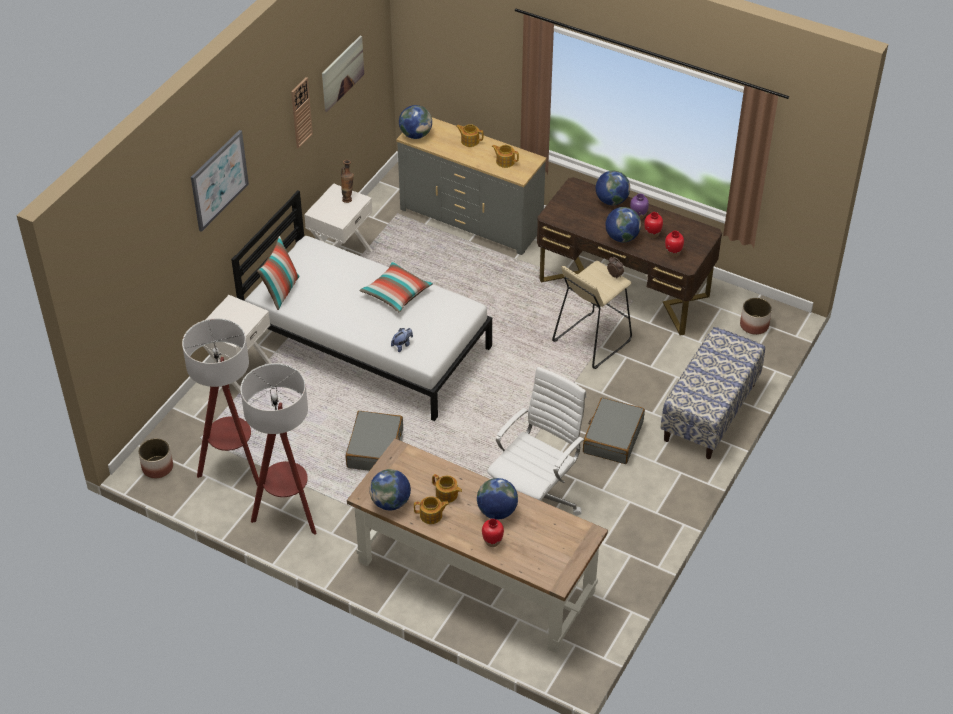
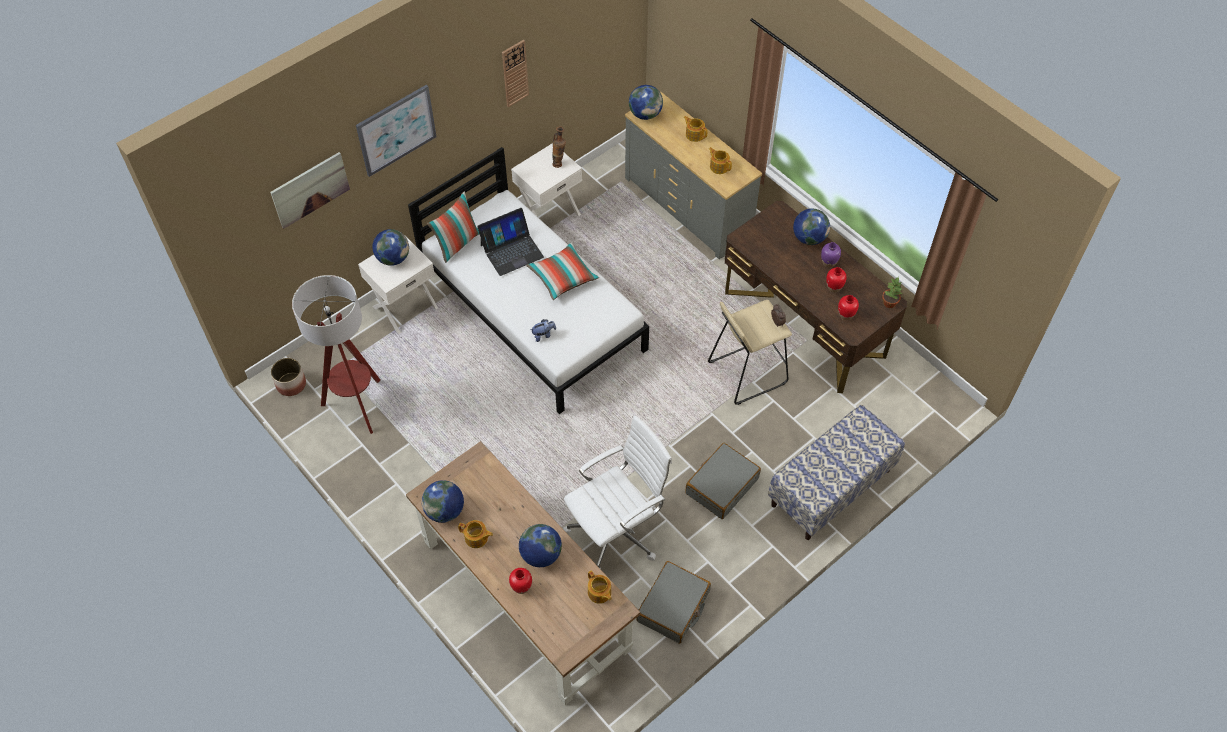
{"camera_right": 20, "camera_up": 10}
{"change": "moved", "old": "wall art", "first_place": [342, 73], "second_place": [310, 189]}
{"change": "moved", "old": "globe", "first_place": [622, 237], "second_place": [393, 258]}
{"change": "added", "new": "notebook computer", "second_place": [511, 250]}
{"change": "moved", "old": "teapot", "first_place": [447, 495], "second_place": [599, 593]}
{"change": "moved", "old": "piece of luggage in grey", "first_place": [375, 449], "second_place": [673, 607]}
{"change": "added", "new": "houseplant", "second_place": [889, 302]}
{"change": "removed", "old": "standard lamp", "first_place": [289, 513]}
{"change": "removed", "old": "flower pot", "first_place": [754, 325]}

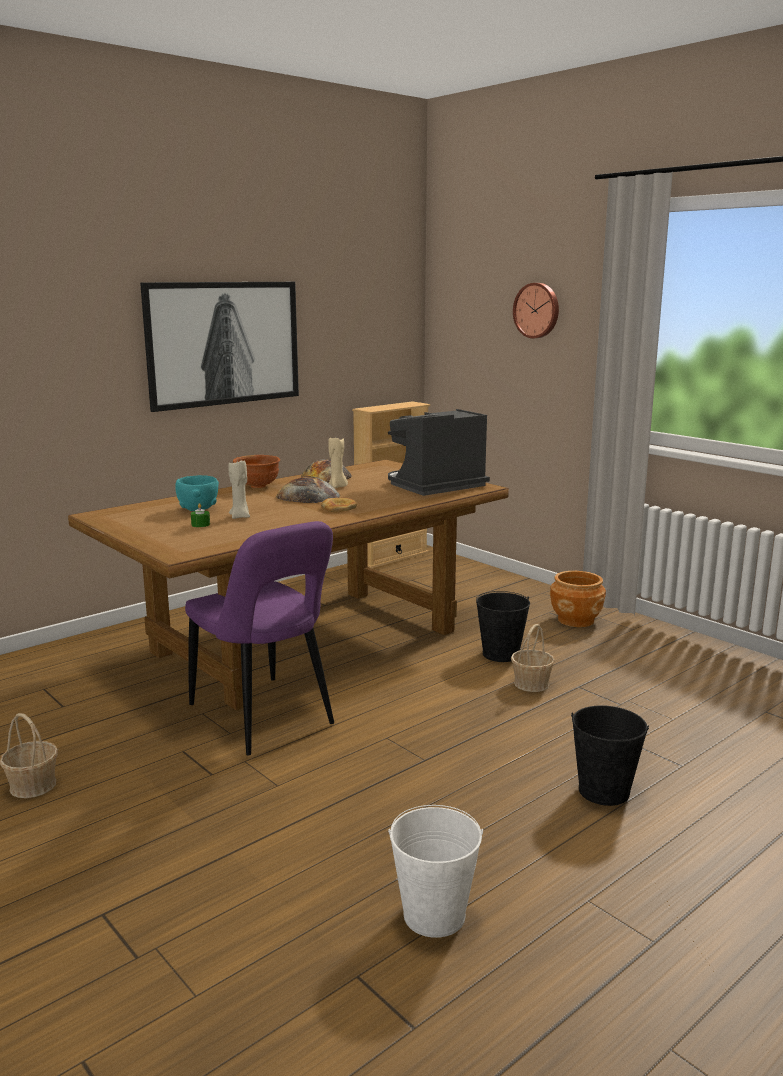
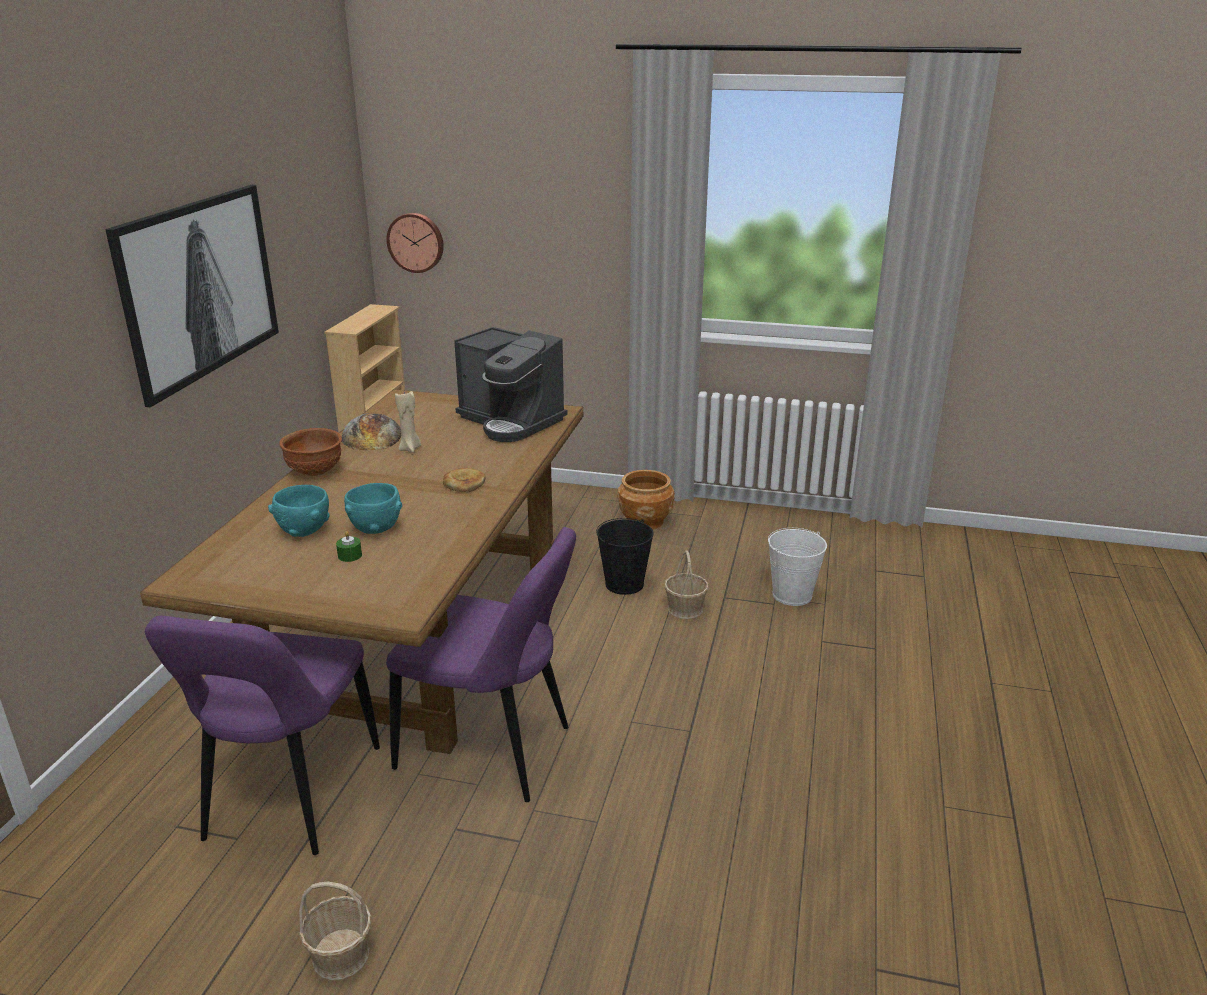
{"camera_right": -35, "camera_up": 10}
{"change": "added", "new": "upright chair in purple-coloured", "second_place": [289, 798]}
{"change": "replaced", "old": "wax candle in beige", "new": "bowl in turquoise", "first_place": [240, 516], "second_place": [376, 528]}
{"change": "moved", "old": "hanging clock", "first_place": [537, 310], "second_place": [416, 242]}
{"change": "turned", "old": "coffee maker", "first_place": [435, 486], "second_place": [511, 421], "degrees": -75}
{"change": "moved", "old": "bucket in white", "first_place": [434, 915], "second_place": [792, 595]}
{"change": "removed", "old": "baked bread", "first_place": [308, 496]}
{"change": "removed", "old": "bucket in black", "first_place": [603, 791]}

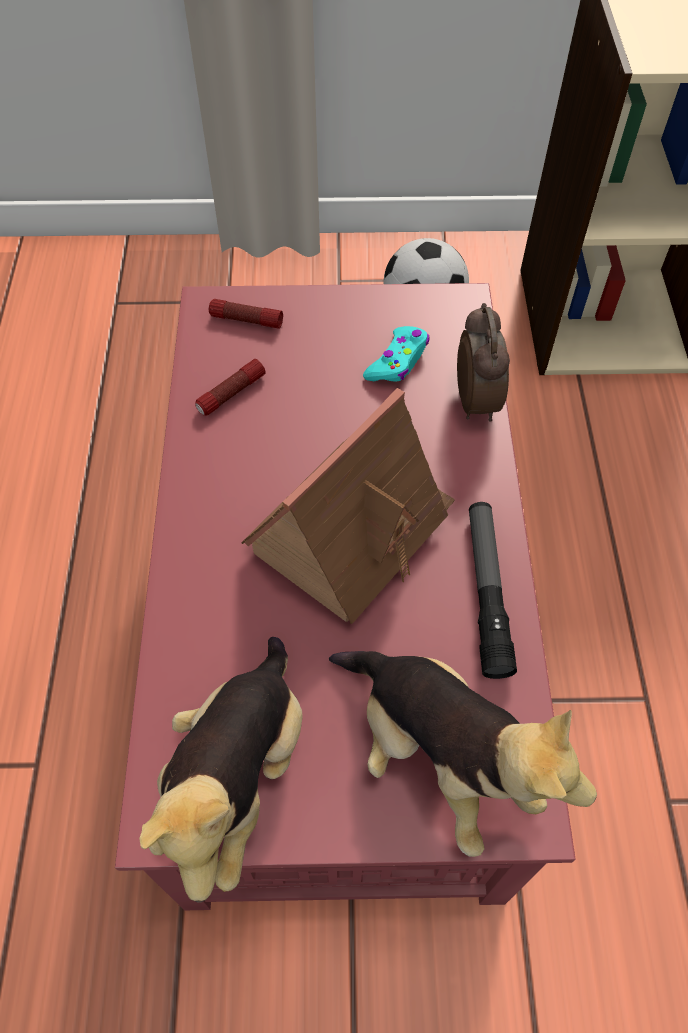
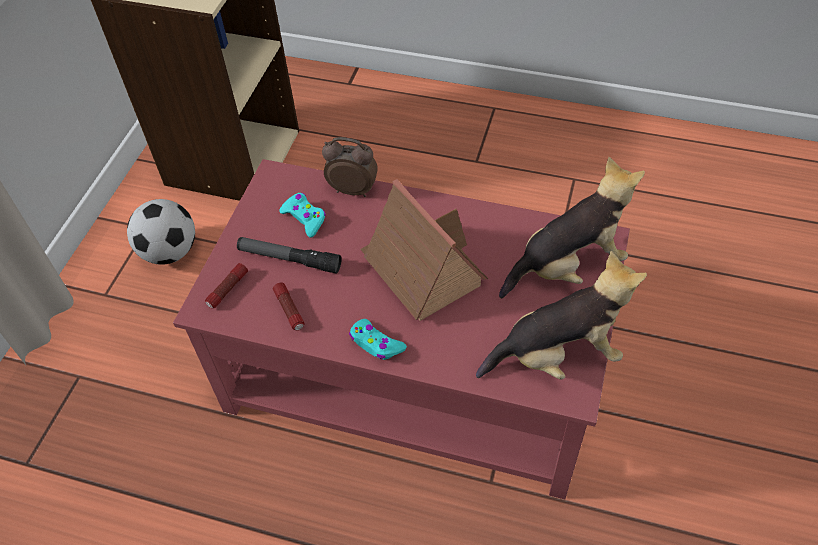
{"camera_right": -70, "camera_up": -5}
{"change": "moved", "old": "flashlight", "first_place": [486, 592], "second_place": [289, 259]}
{"change": "added", "new": "gamepad in turquoise", "second_place": [376, 344]}
{"change": "turned", "old": "soft toy", "first_place": [238, 777], "second_place": [558, 355], "degrees": -45}

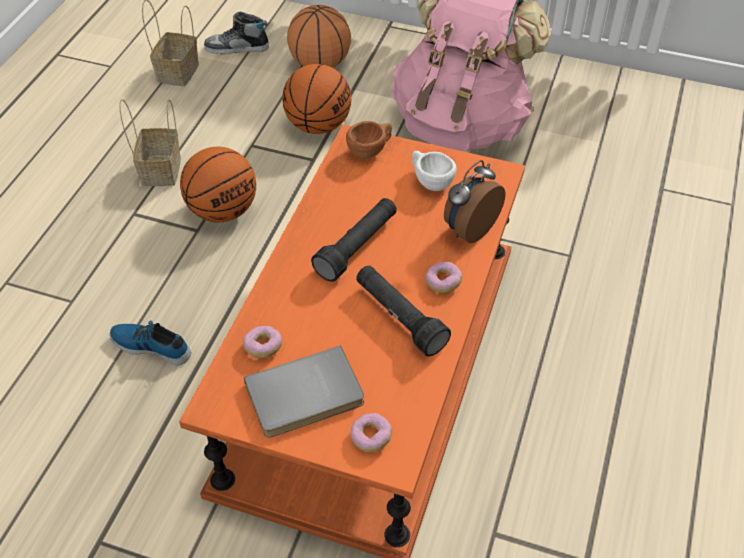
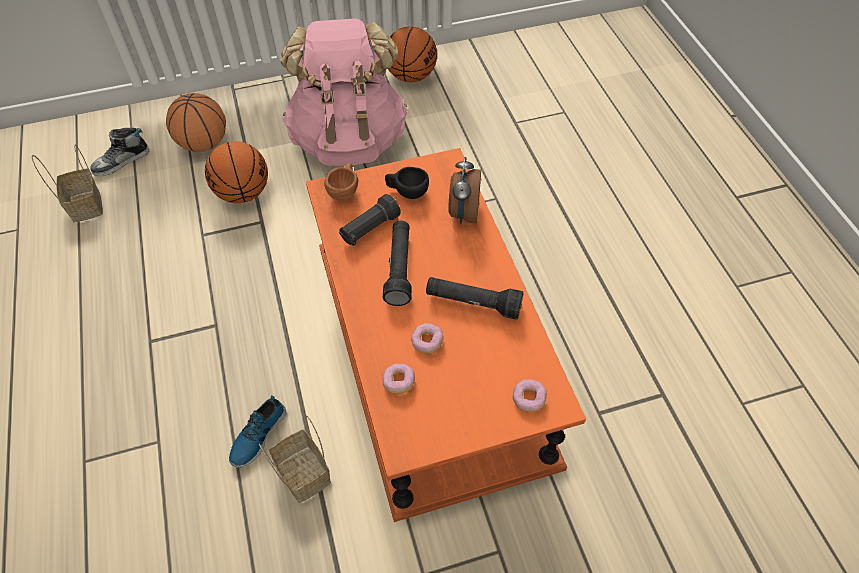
{"camera_right": -35, "camera_up": 5}
{"change": "turned", "old": "shoe", "first_place": [152, 345], "second_place": [257, 435], "degrees": -45}
{"change": "moved", "old": "household basket", "first_place": [160, 169], "second_place": [302, 473]}
{"change": "added", "new": "flashlight in black", "second_place": [369, 229]}
{"change": "recoloured", "old": "drinking cup in white", "new": "drinking cup in black", "first_place": [430, 181], "second_place": [407, 192]}
{"change": "moved", "old": "basketball", "first_place": [222, 211], "second_place": [411, 76]}
{"change": "moved", "old": "donut", "first_place": [443, 282], "second_place": [427, 342]}
{"change": "removed", "old": "bound book in grey", "first_place": [306, 397]}

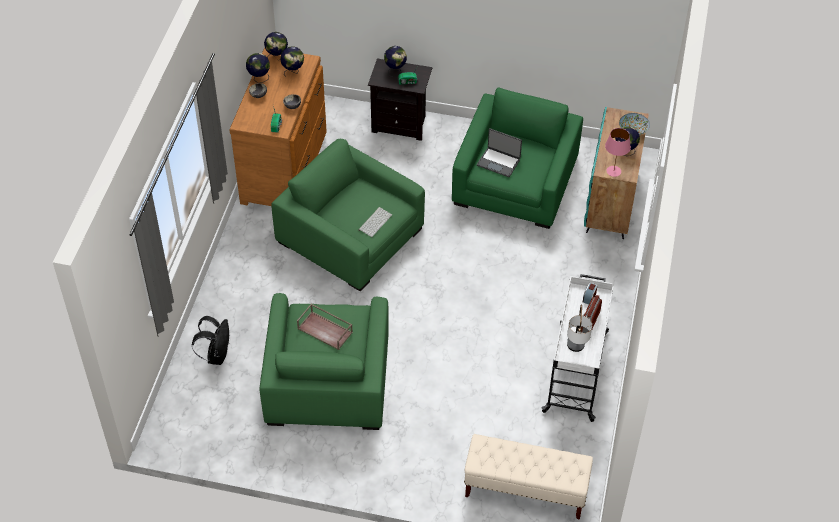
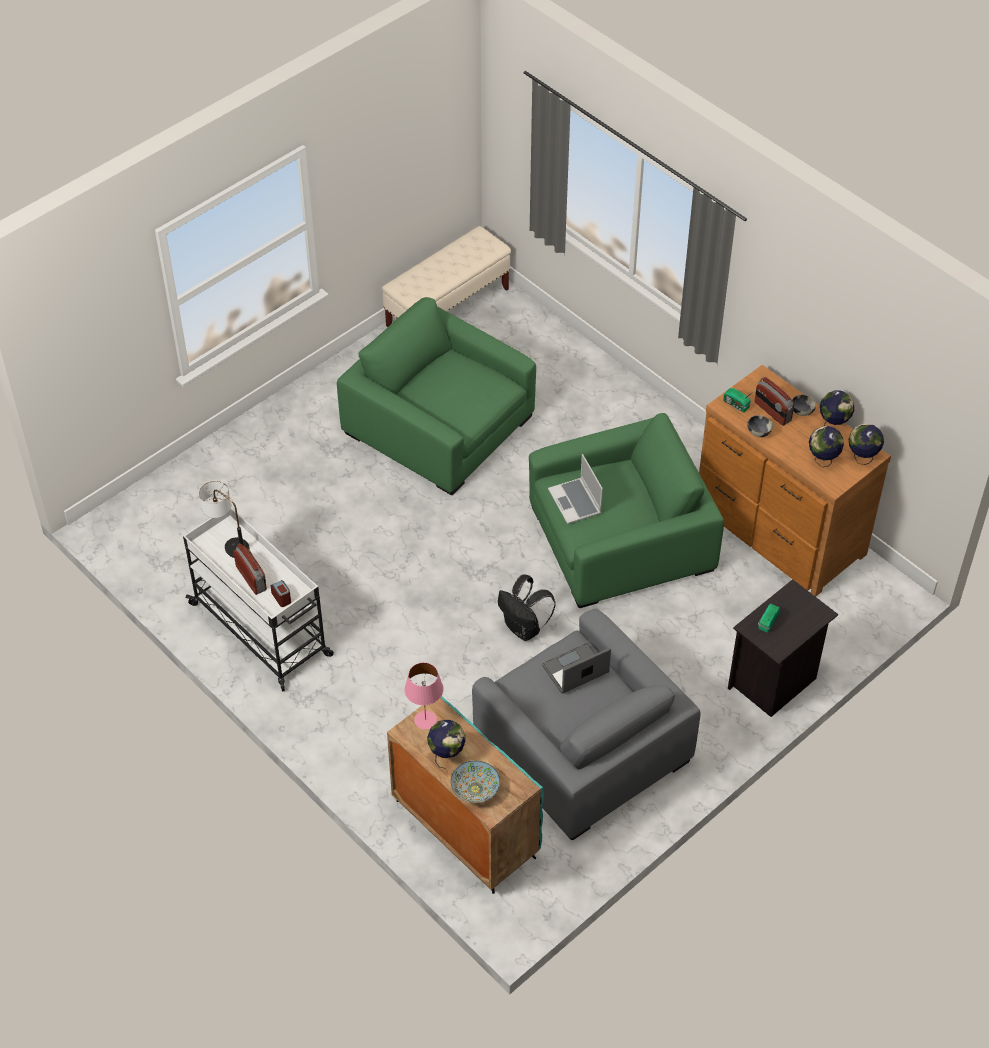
{"camera_right": 125, "camera_up": 0}
{"change": "moved", "old": "indoor bench in beige", "first_place": [525, 490], "second_place": [448, 307]}
{"change": "recoloured", "old": "lounge chair in green-coloured", "new": "lounge chair in grey", "first_place": [515, 181], "second_place": [581, 746]}
{"change": "moved", "old": "backpack in black", "first_place": [216, 355], "second_place": [524, 628]}
{"change": "replaced", "old": "computer keyboard", "new": "notebook computer", "first_place": [375, 221], "second_place": [576, 502]}
{"change": "added", "new": "radio set", "second_place": [772, 412]}
{"change": "removed", "old": "carrying tray in brown-coloured", "first_place": [325, 330]}
{"change": "removed", "old": "globe", "first_place": [395, 70]}

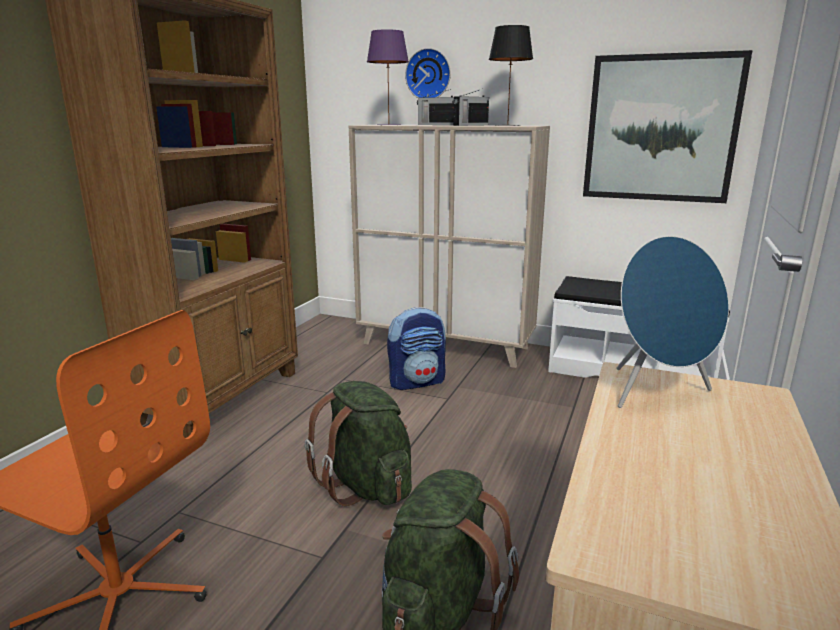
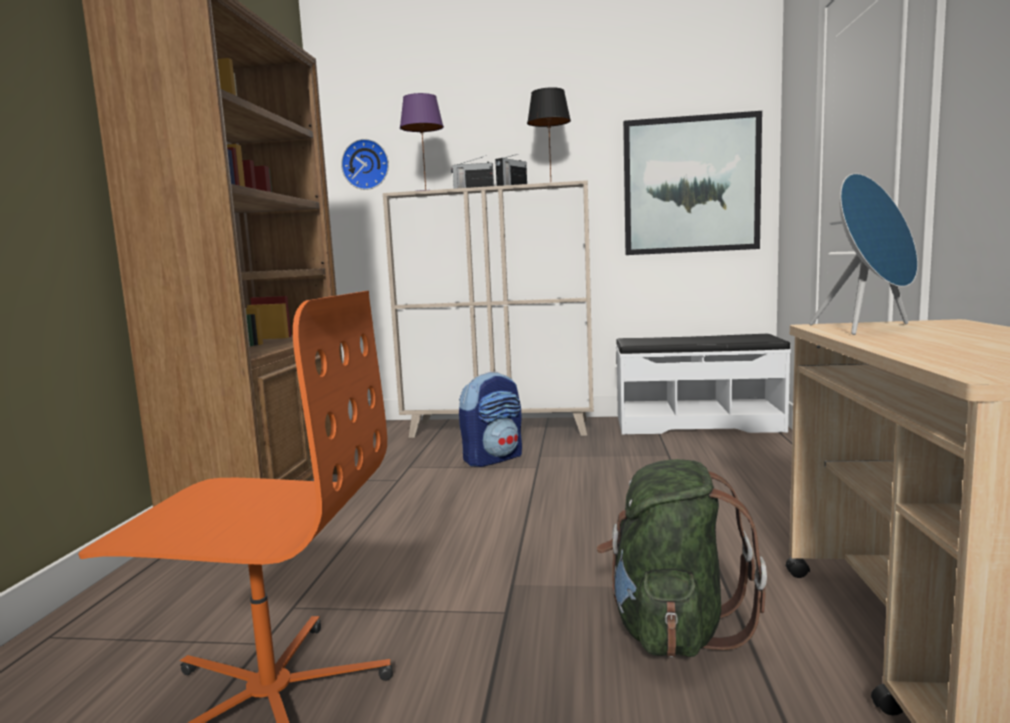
{"camera_right": -15, "camera_up": -10}
{"change": "moved", "old": "hanging clock", "first_place": [429, 74], "second_place": [366, 165]}
{"change": "removed", "old": "backpack in green-coloured", "first_place": [366, 486]}

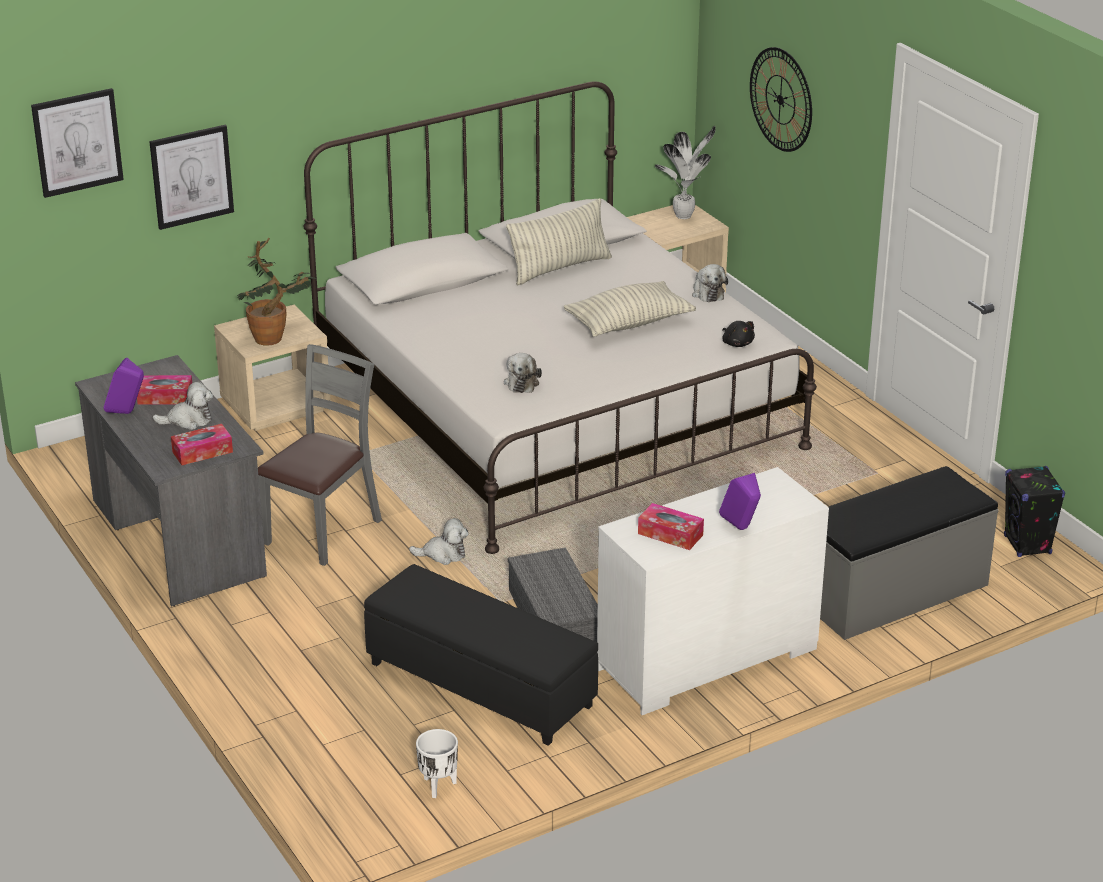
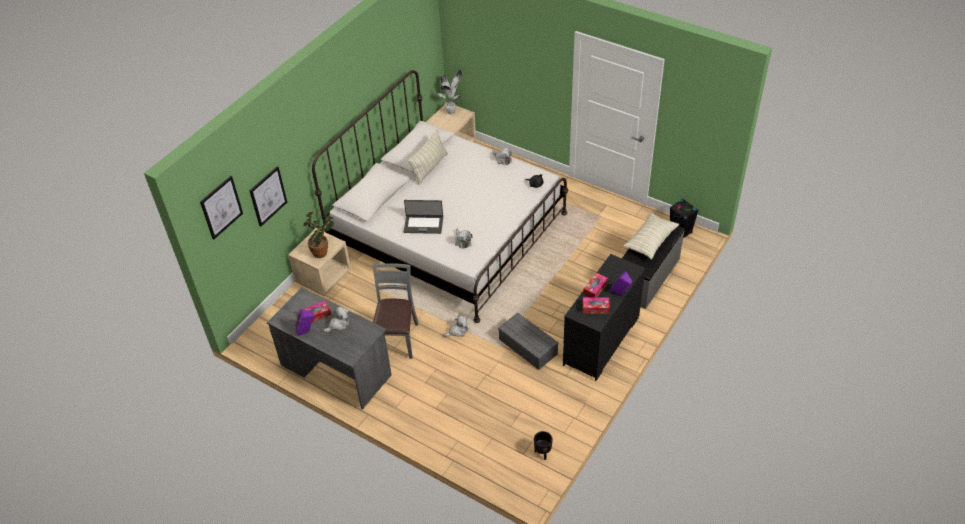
{"camera_right": -25, "camera_up": 15}
{"change": "added", "new": "notebook computer", "second_place": [423, 224]}
{"change": "recoloured", "old": "flower pot in white", "new": "flower pot in black", "first_place": [438, 785], "second_place": [542, 452]}
{"change": "recoloured", "old": "drawer chest in white", "new": "drawer chest in black", "first_place": [708, 660], "second_place": [601, 342]}
{"change": "moved", "old": "tissue box", "first_place": [202, 452], "second_place": [595, 289]}
{"change": "moved", "old": "throw pillow", "first_place": [629, 323], "second_place": [650, 241]}
{"change": "removed", "old": "footrest in black", "first_place": [479, 685]}
{"change": "removed", "old": "hanging clock", "first_place": [780, 99]}

